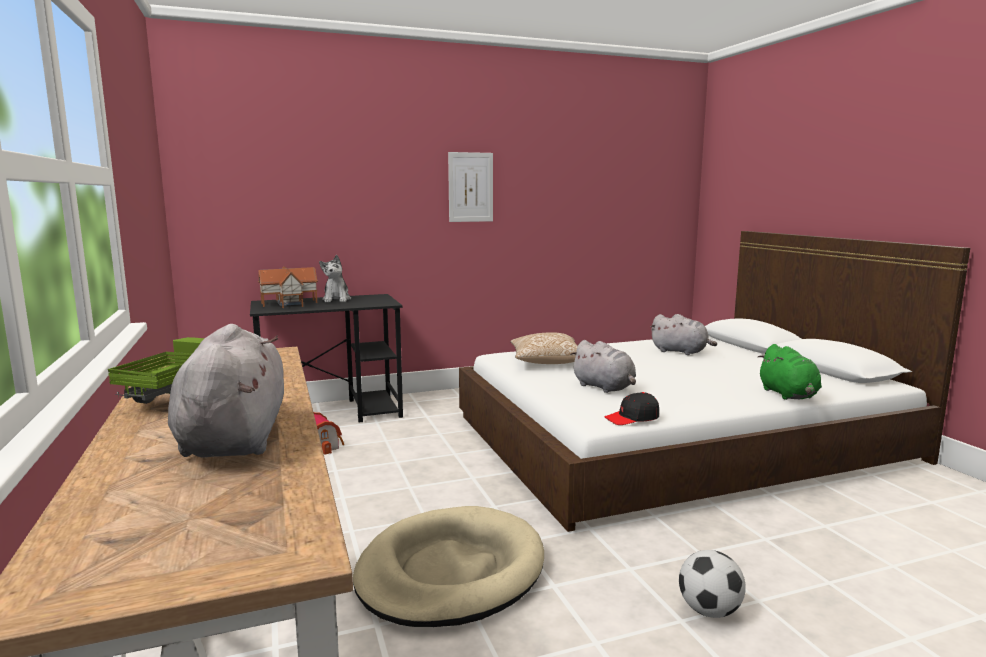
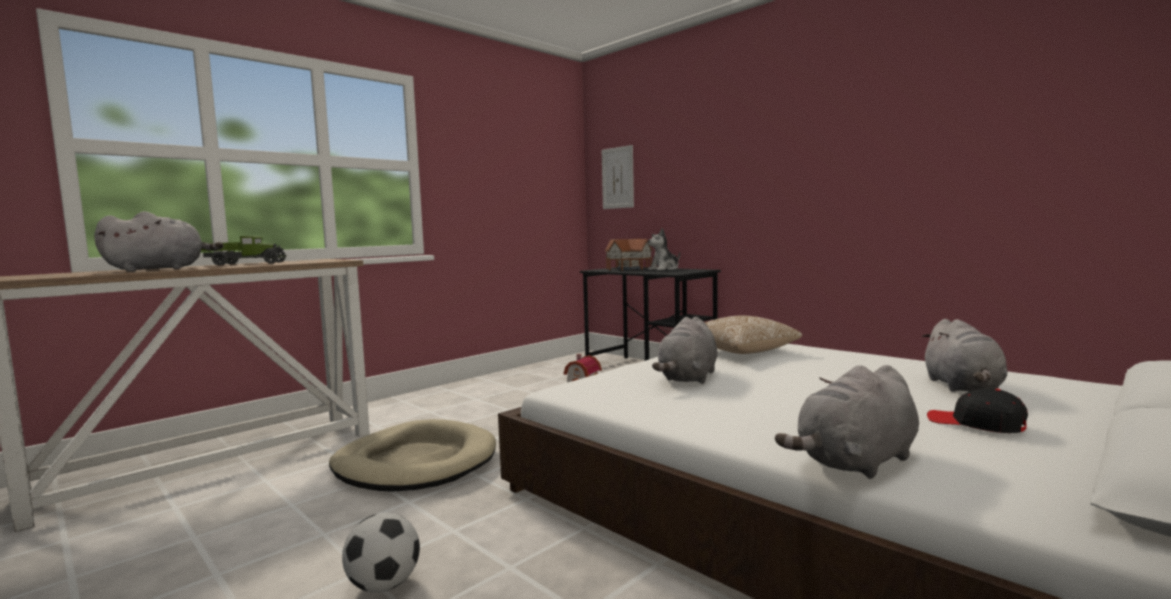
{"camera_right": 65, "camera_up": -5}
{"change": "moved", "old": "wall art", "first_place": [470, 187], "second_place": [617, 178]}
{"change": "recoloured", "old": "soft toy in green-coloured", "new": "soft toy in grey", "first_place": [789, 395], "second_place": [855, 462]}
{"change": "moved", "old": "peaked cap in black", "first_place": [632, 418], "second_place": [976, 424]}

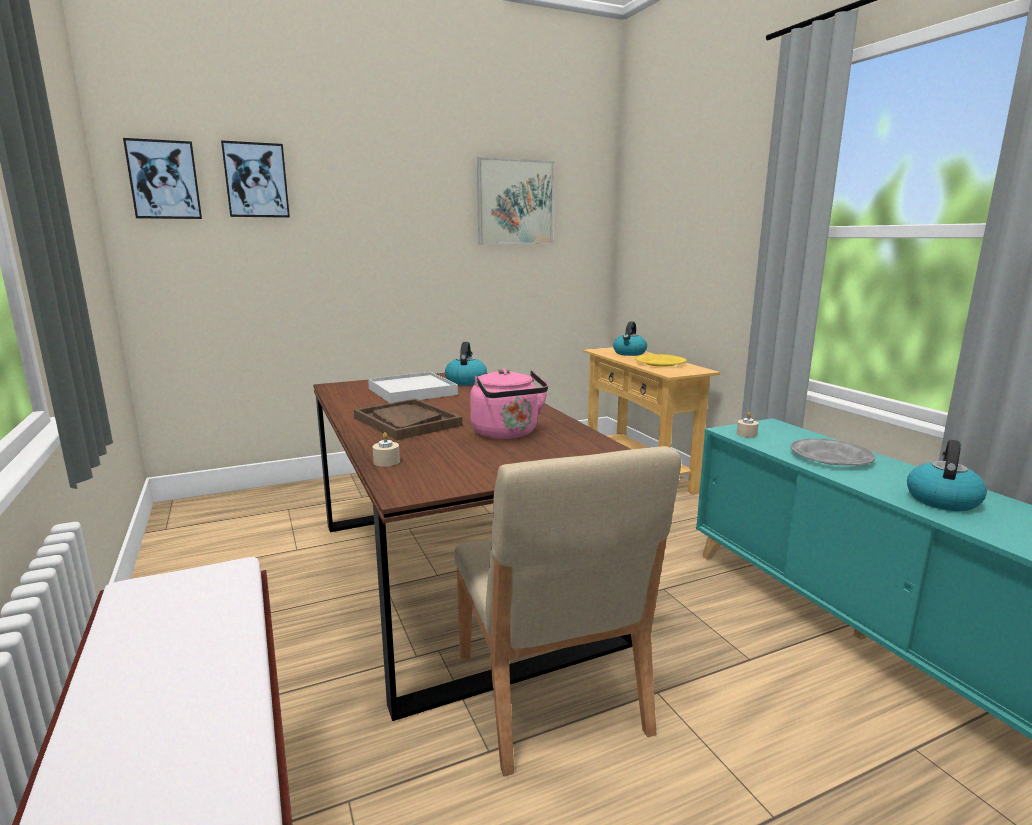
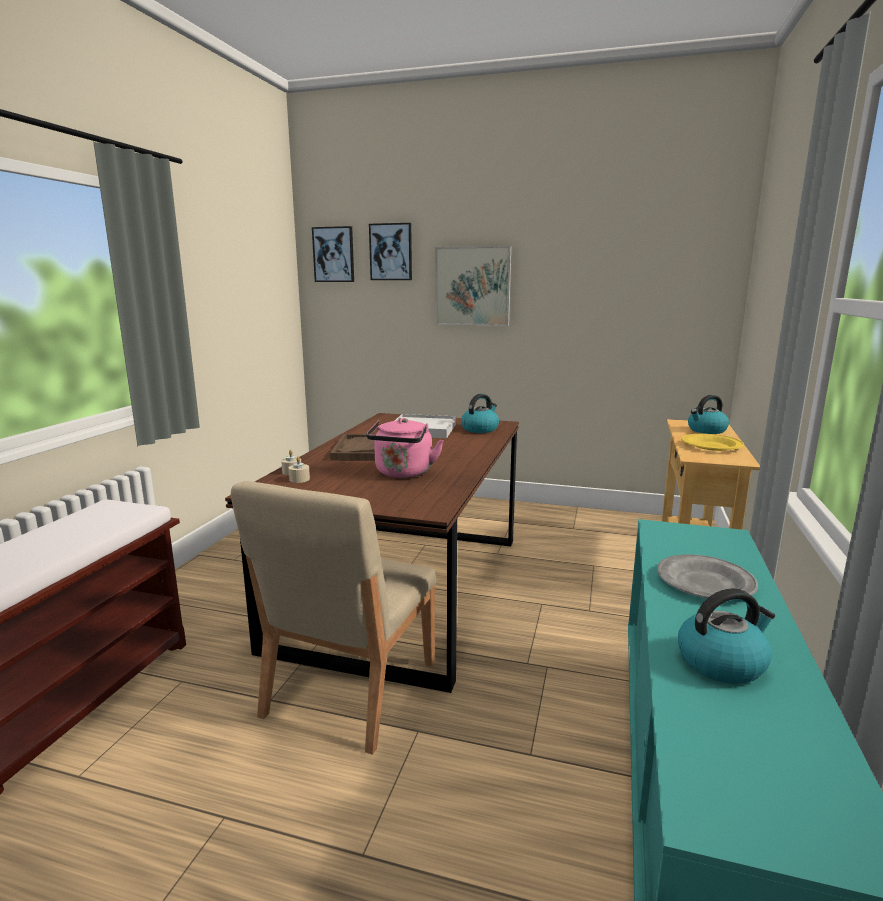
{"camera_right": 40, "camera_up": 0}
{"change": "moved", "old": "wax candle in beige", "first_place": [746, 434], "second_place": [299, 479]}
{"change": "moved", "old": "wall art", "first_place": [515, 202], "second_place": [472, 286]}

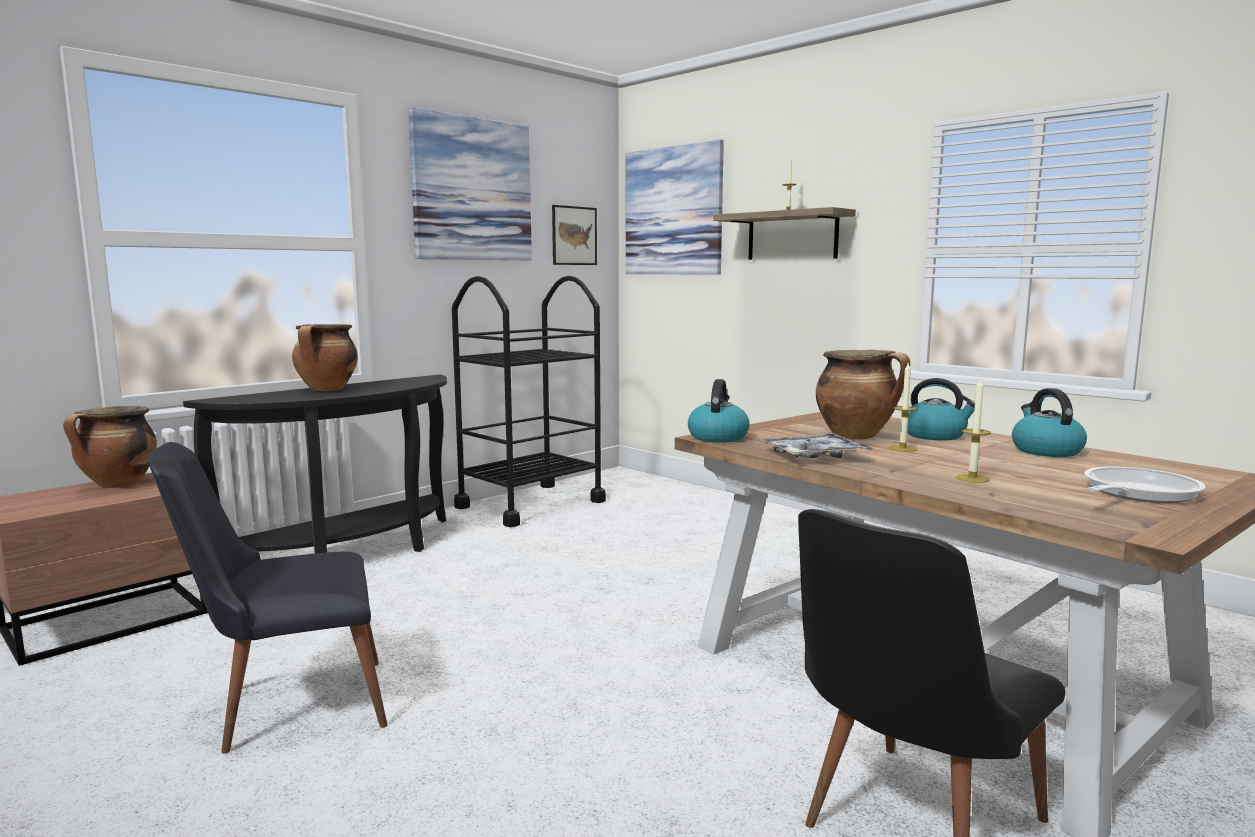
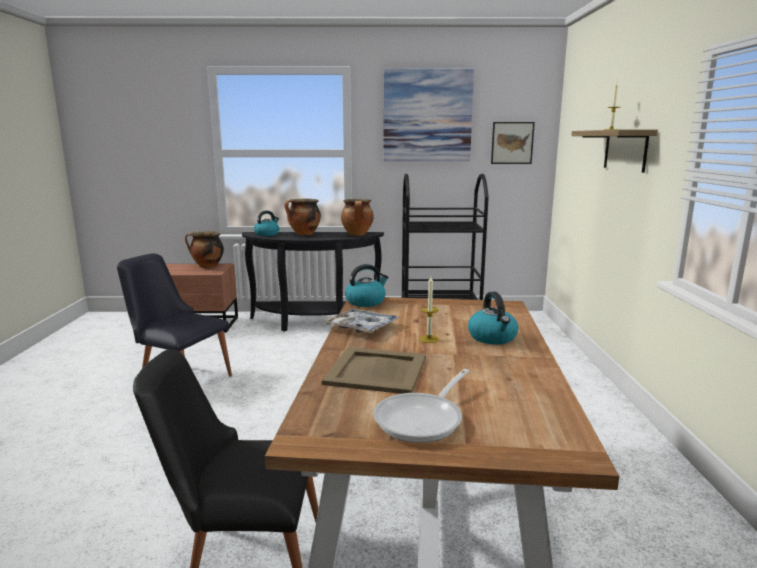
{"camera_right": 45, "camera_up": 5}
{"change": "moved", "old": "water kettle", "first_place": [1045, 451], "second_place": [267, 234]}
{"change": "replaced", "old": "wax candle", "new": "carrying tray in beige", "first_place": [972, 478], "second_place": [376, 370]}
{"change": "moved", "old": "saucepot", "first_place": [857, 436], "second_place": [357, 234]}
{"change": "turned", "old": "frying pan", "first_place": [1135, 493], "second_place": [423, 419], "degrees": 120}
{"change": "removed", "old": "wall art", "first_place": [673, 211]}

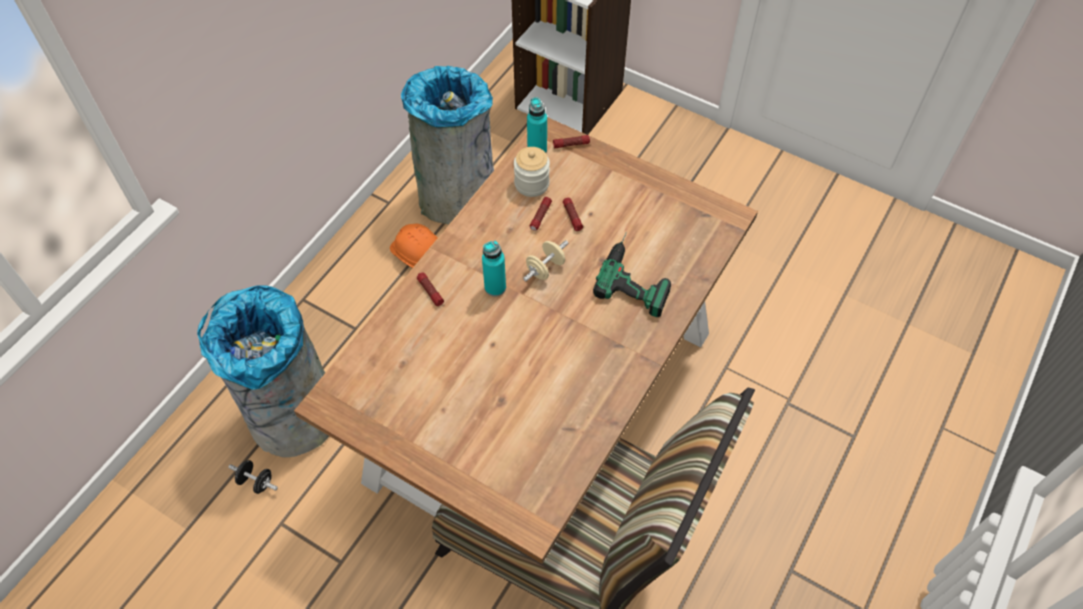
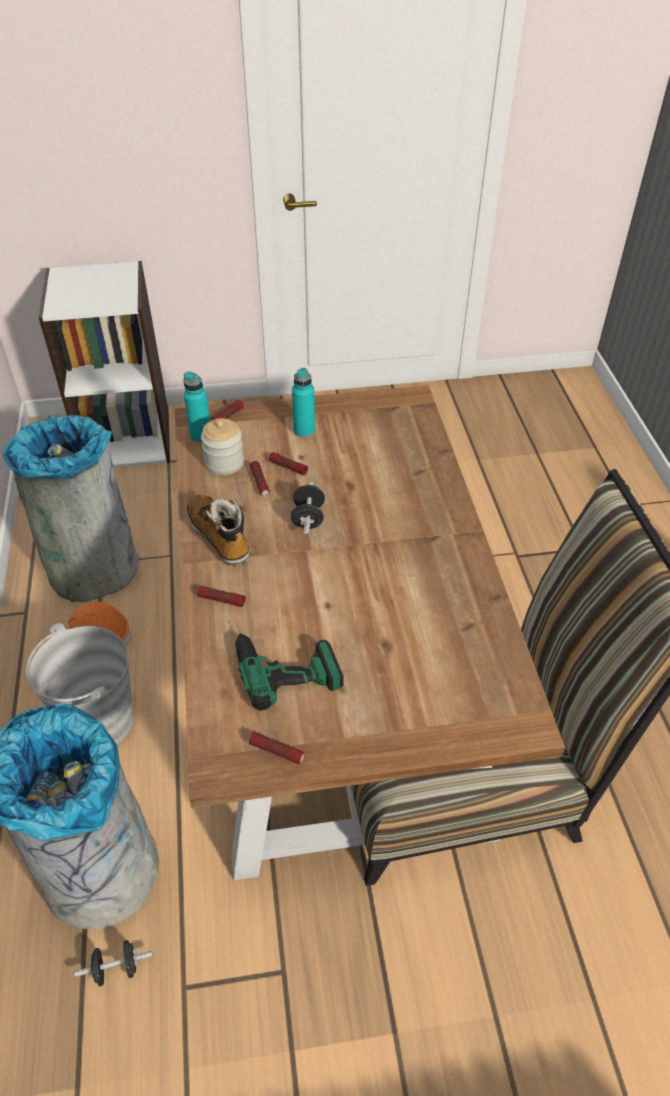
{"camera_right": -40, "camera_up": -10}
{"change": "added", "new": "bucket in grey", "second_place": [99, 722]}
{"change": "added", "new": "boot", "second_place": [220, 537]}
{"change": "moved", "old": "power drill", "first_place": [637, 275], "second_place": [282, 658]}
{"change": "added", "new": "flashlight", "second_place": [277, 751]}
{"change": "recoloured", "old": "dumbbell in beige", "new": "dumbbell in black", "first_place": [545, 268], "second_place": [308, 518]}
{"change": "moved", "old": "drink bottle in turquoise", "first_place": [495, 287], "second_place": [304, 431]}

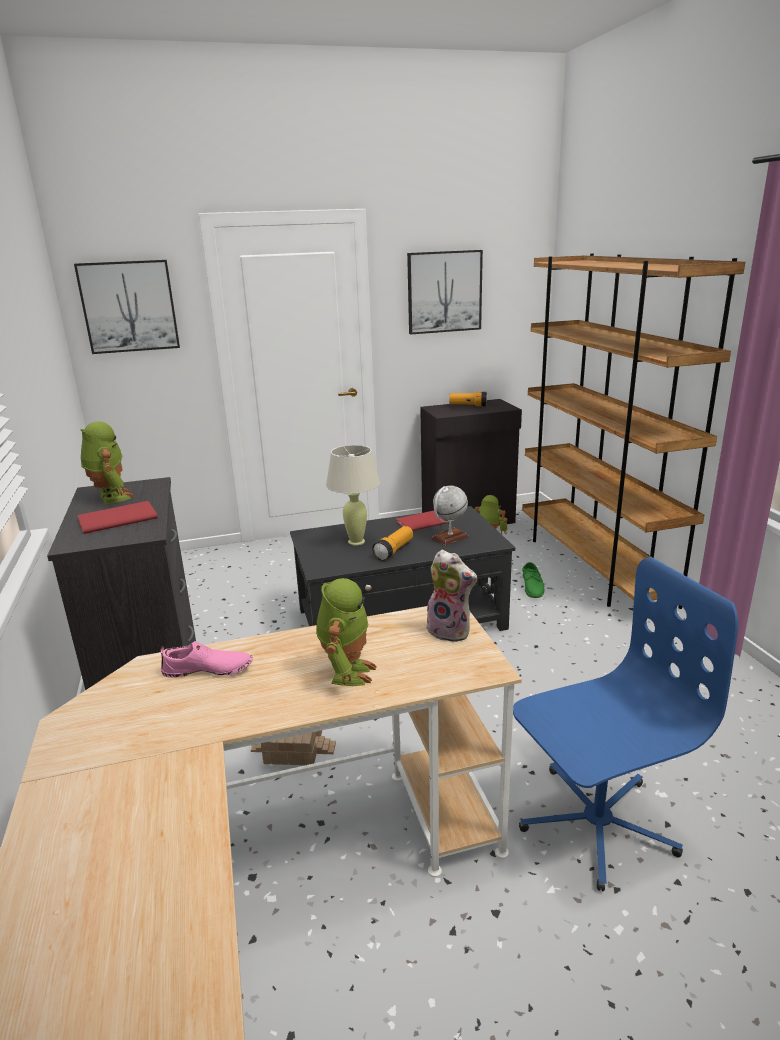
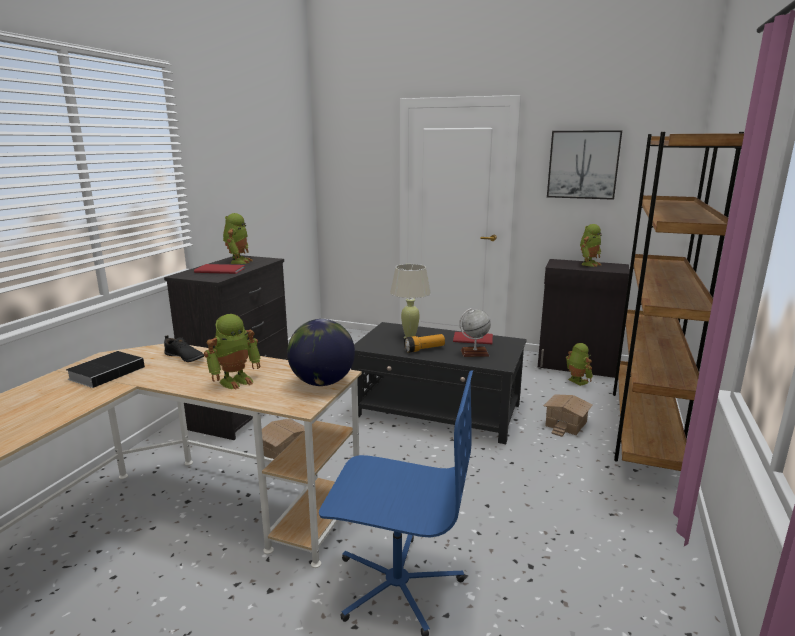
{"camera_right": 35, "camera_up": -5}
{"change": "added", "new": "bound book", "second_place": [108, 372]}
{"change": "recoloured", "old": "shoe in pink-coloured", "new": "shoe in black", "first_place": [208, 670], "second_place": [184, 357]}
{"change": "replaced", "old": "soft toy", "new": "globe", "first_place": [451, 631], "second_place": [322, 383]}
{"change": "replaced", "old": "shoe in green-coloured", "new": "toy house", "first_place": [533, 586], "second_place": [567, 424]}
{"change": "replaced", "old": "flashlight", "new": "robot figure", "first_place": [468, 406], "second_place": [588, 264]}
{"change": "removed", "old": "wall art", "first_place": [129, 306]}

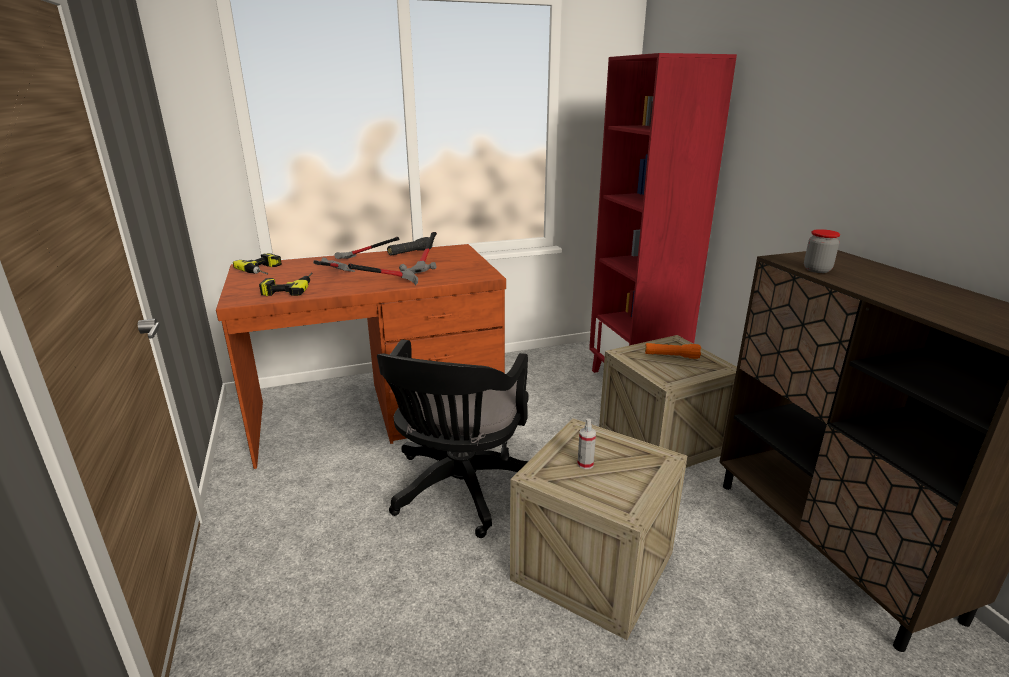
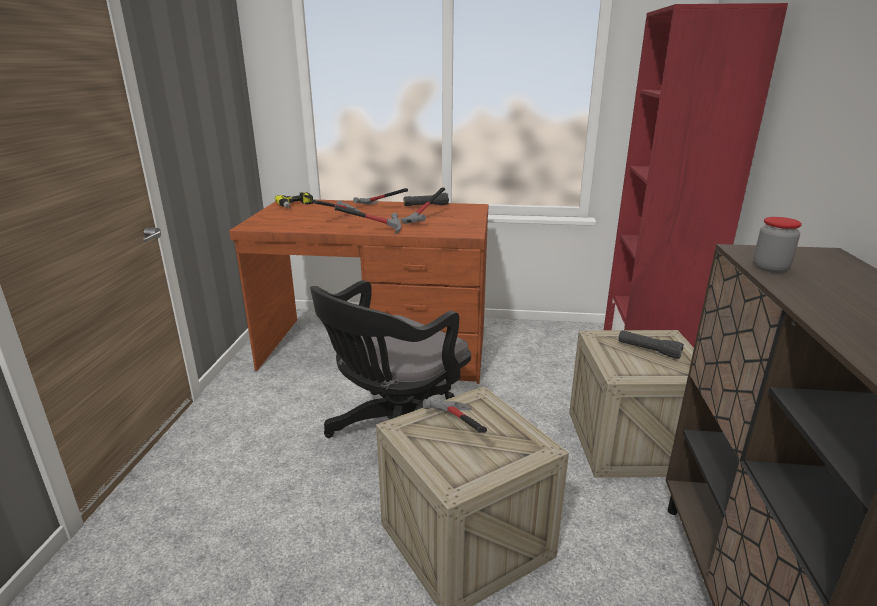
{"camera_right": 25, "camera_up": 0}
{"change": "replaced", "old": "hand sprayer", "new": "hammer", "first_place": [585, 464], "second_place": [455, 431]}
{"change": "recoloured", "old": "flashlight in orangey", "new": "flashlight in black", "first_place": [671, 356], "second_place": [648, 350]}
{"change": "removed", "old": "power drill", "first_place": [289, 287]}

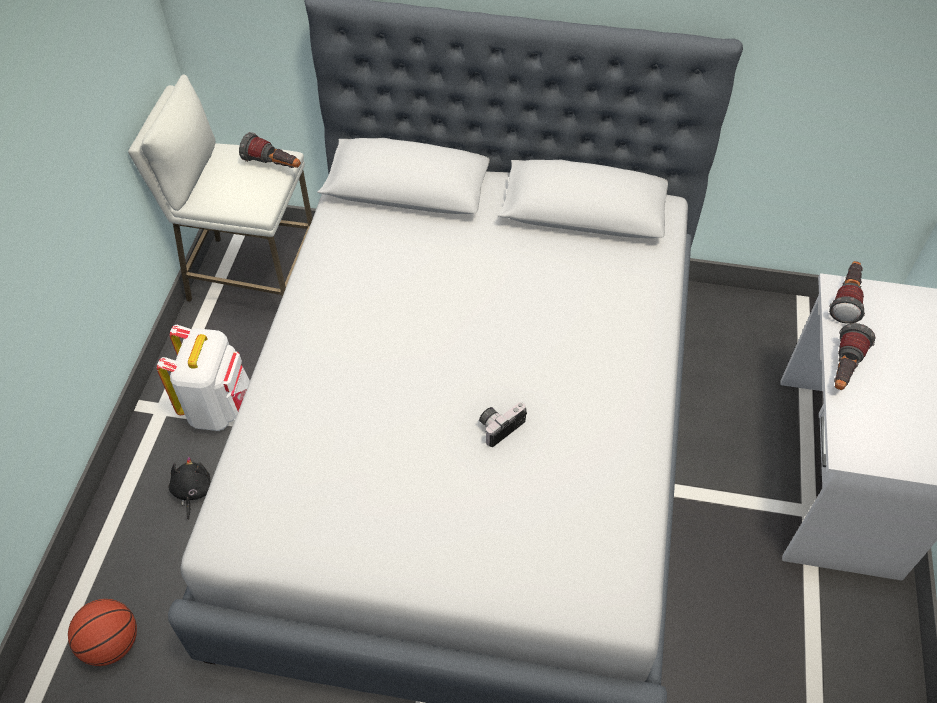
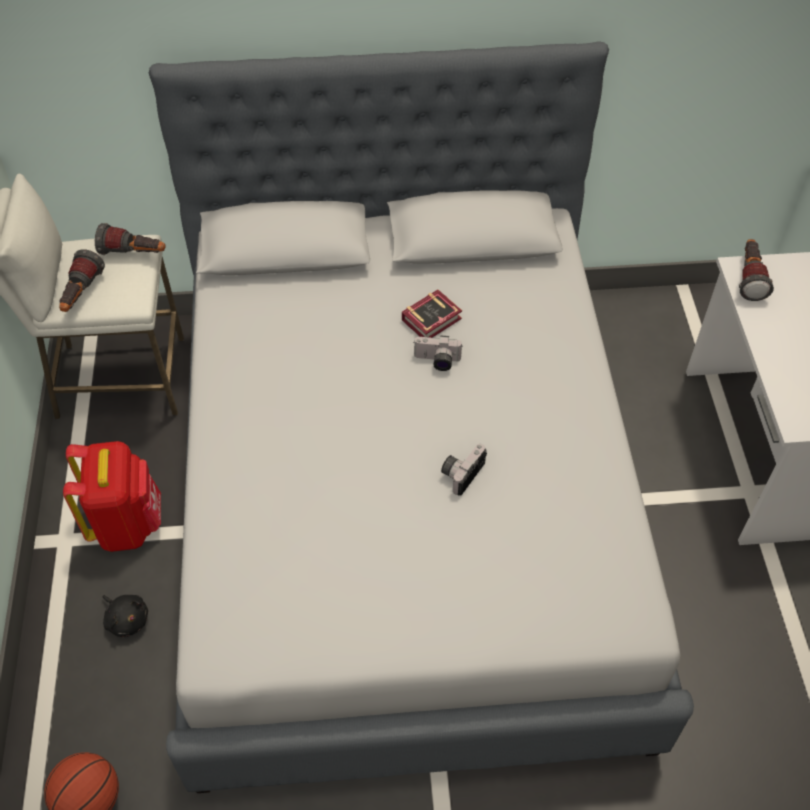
{"camera_right": -15, "camera_up": 0}
{"change": "moved", "old": "flashlight", "first_place": [843, 369], "second_place": [81, 294]}
{"change": "recoloured", "old": "backpack in white", "new": "backpack in red", "first_place": [218, 407], "second_place": [127, 523]}
{"change": "turned", "old": "soft toy in black", "first_place": [192, 492], "second_place": [127, 619], "degrees": 150}
{"change": "added", "new": "bound book", "second_place": [434, 319]}
{"change": "added", "new": "photo camera", "second_place": [437, 361]}

